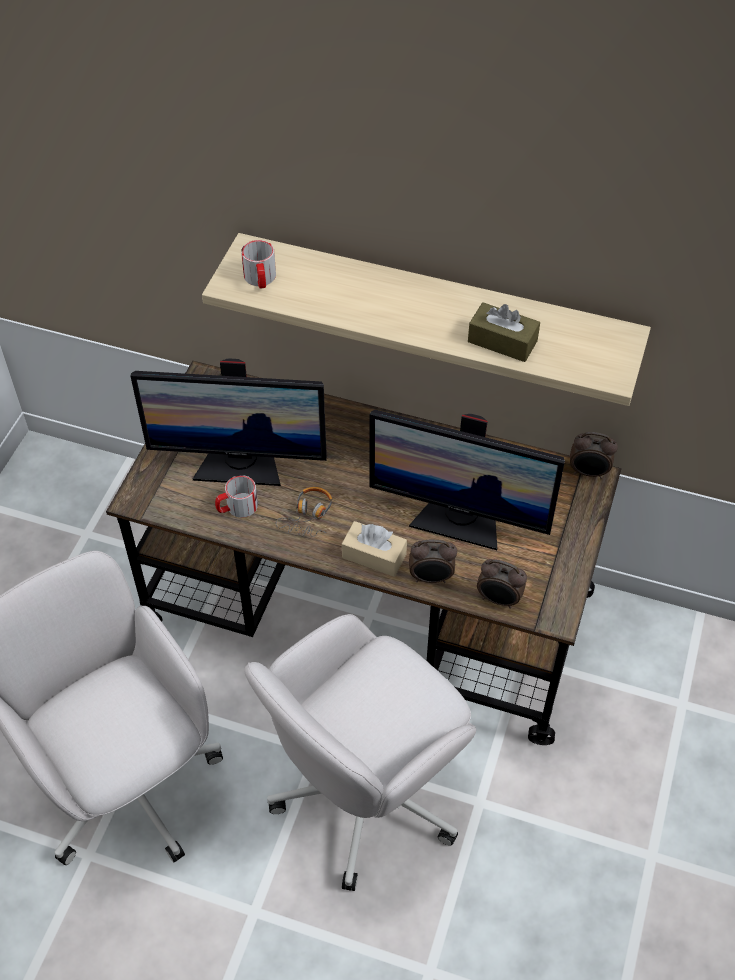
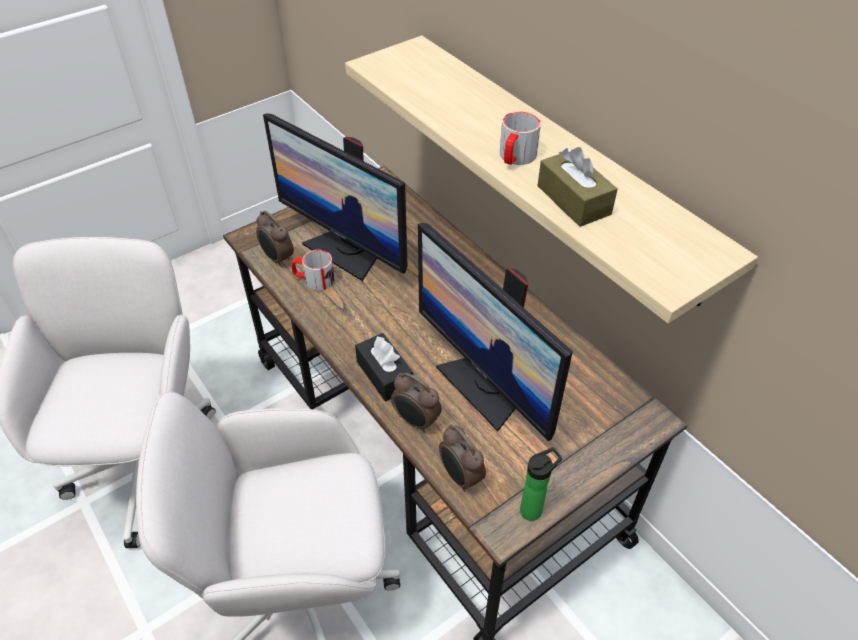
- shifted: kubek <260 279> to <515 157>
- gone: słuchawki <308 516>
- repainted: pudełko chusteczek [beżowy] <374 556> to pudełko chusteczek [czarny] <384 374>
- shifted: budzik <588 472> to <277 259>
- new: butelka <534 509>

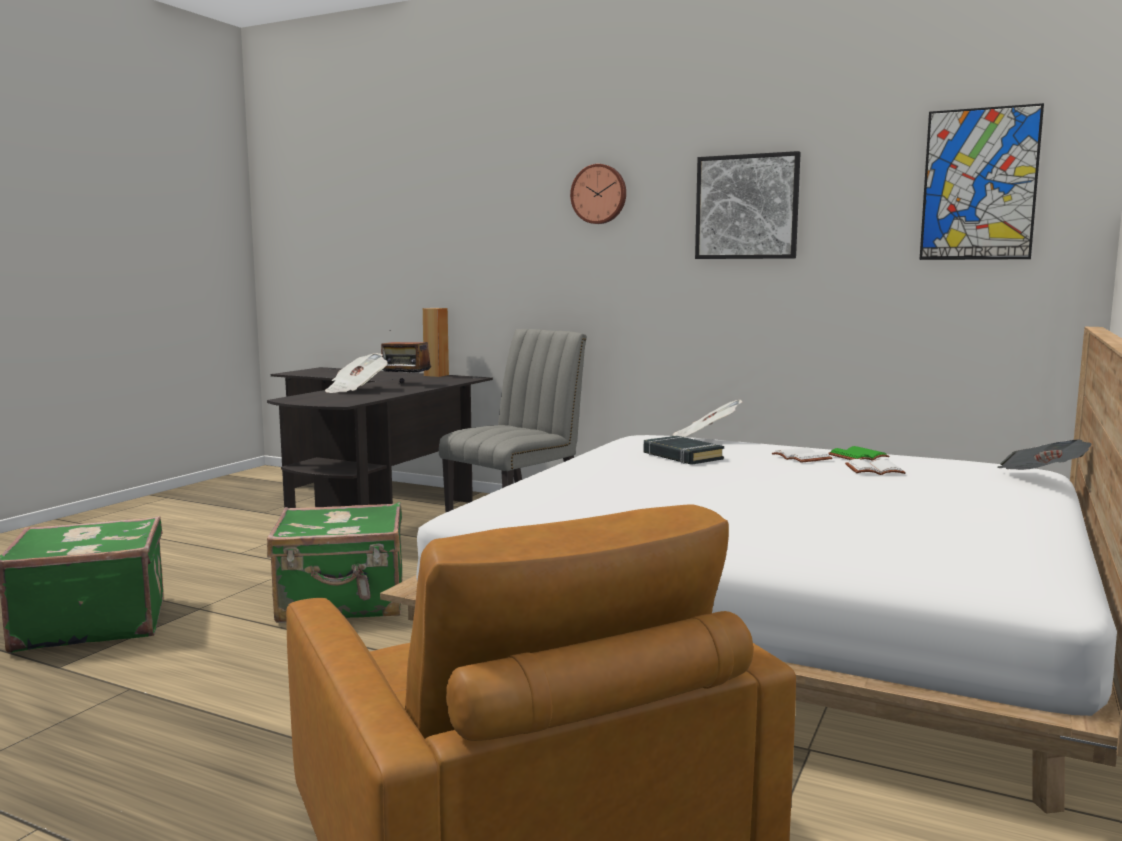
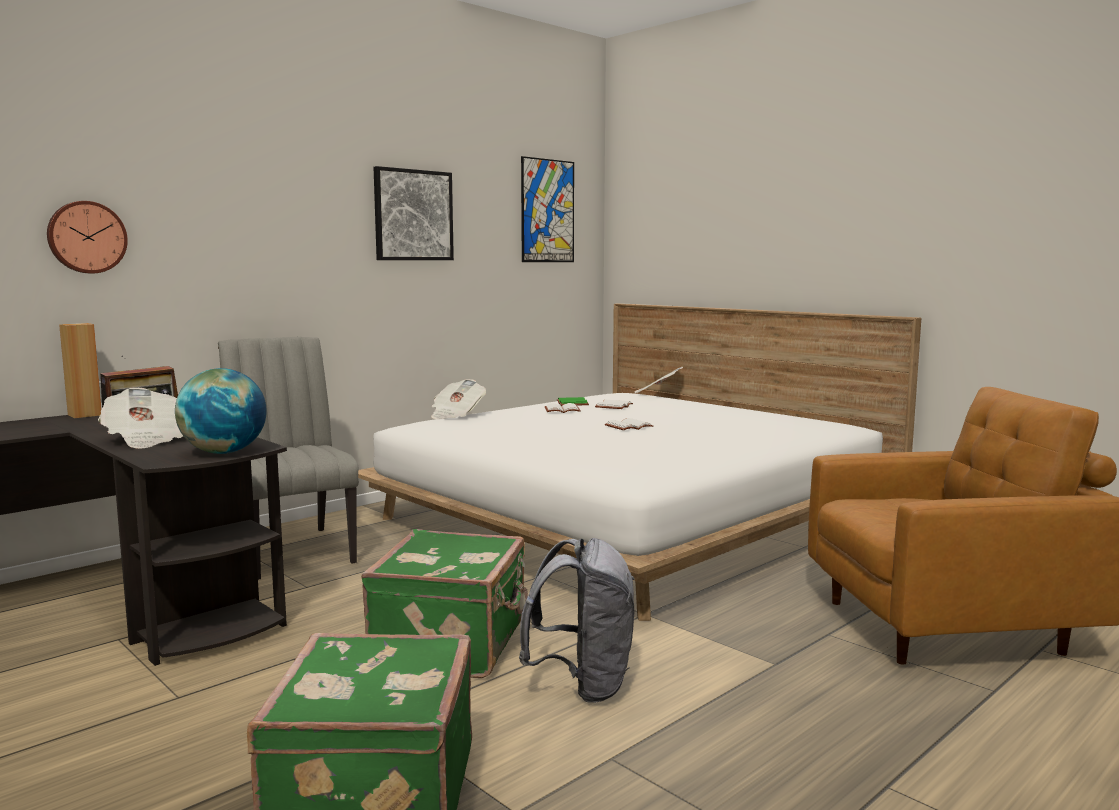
- shifted: zegar ścienny <599 194> to <86 237>
- gone: książka [czarny] <682 456>
- new: globus <224 452>
- new: plecak [szary] <583 685>
- new: książka [biały] <629 427>

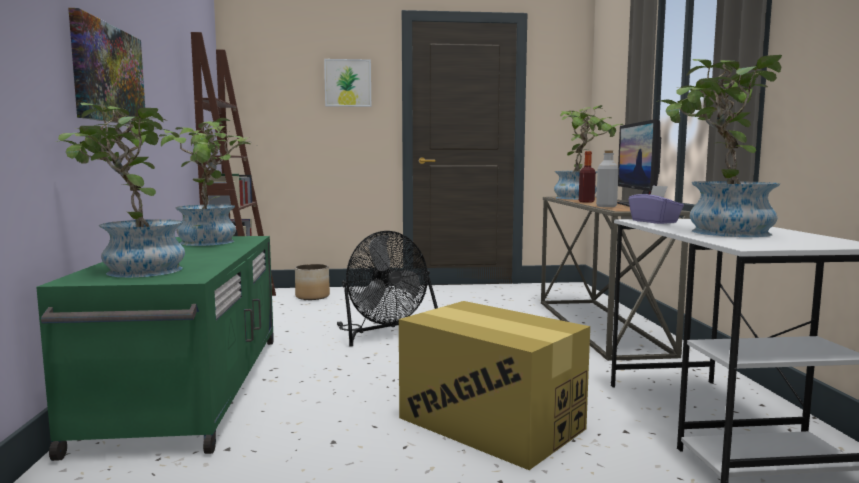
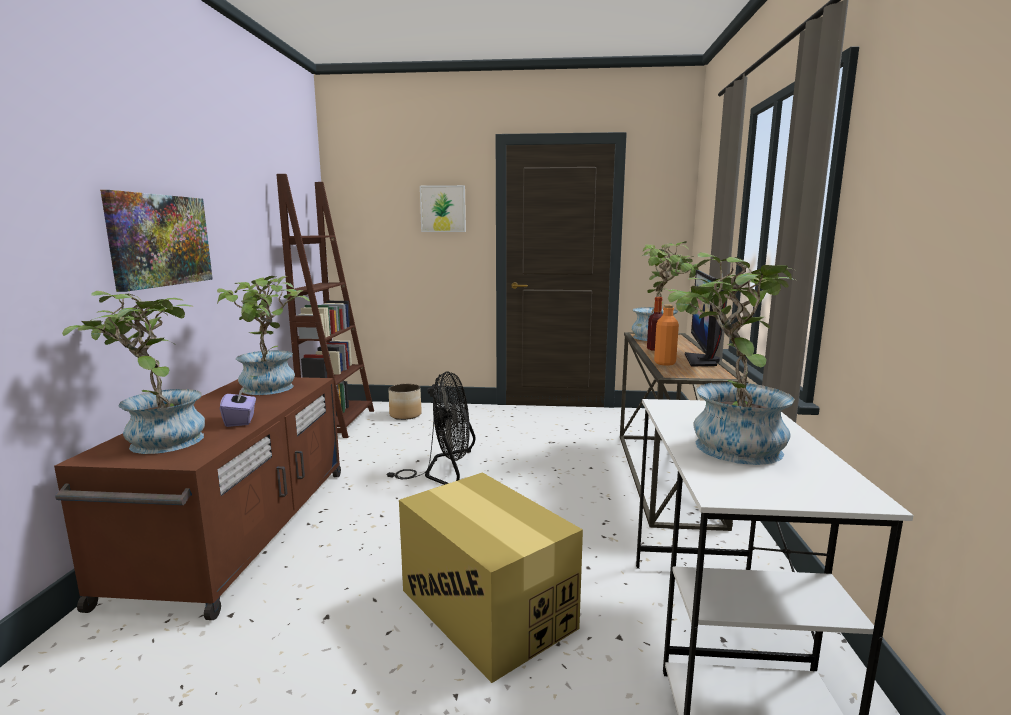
- repainted: szafka [zielony] <191 387> to szafka [brązowy] <241 528>
- rotated: wentylator [czarny] <380 333> = <443 469> 60 degrees counterclockwise
- repainted: butelka [szary] <606 206> to butelka [pomarańczowy] <664 363>
- shifted: pudełko chusteczek [fioletowy] <654 222> to <240 420>

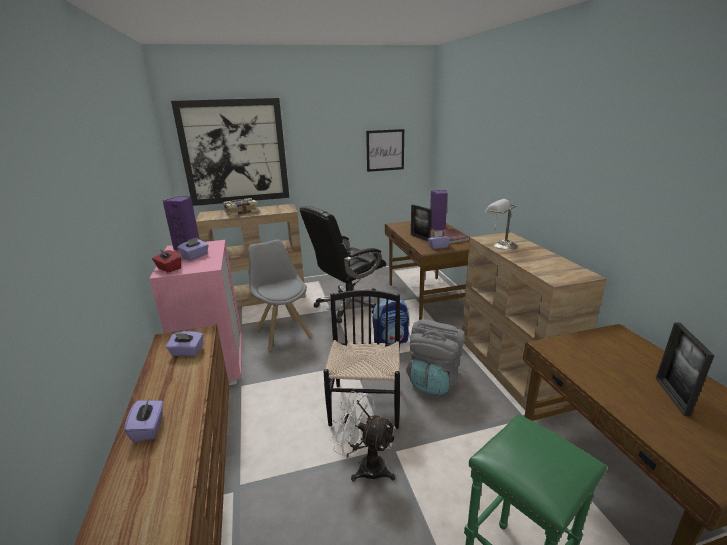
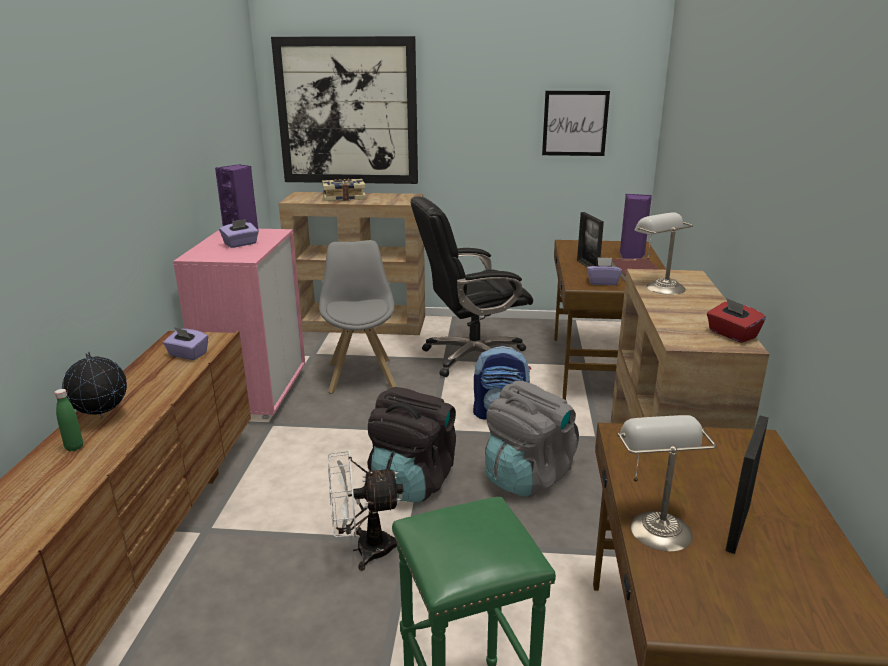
- swapped: pudełko chusteczek [fioletowy] <149 428> to globus <102 417>
- shifted: pudełko chusteczek [czerwony] <168 268> to <731 334>
- swapped: krzesło [czarny] <366 403> to plecak [czarny] <412 481>
- rotated: wentylator [biały] <365 466> = <364 549> 60 degrees counterclockwise
- new: butelka [zielony] <74 447>
- new: lampa stołowa [biały] <654 522>

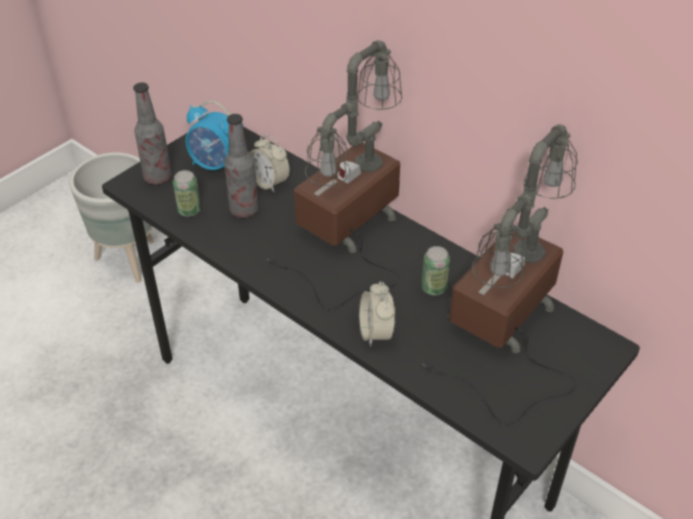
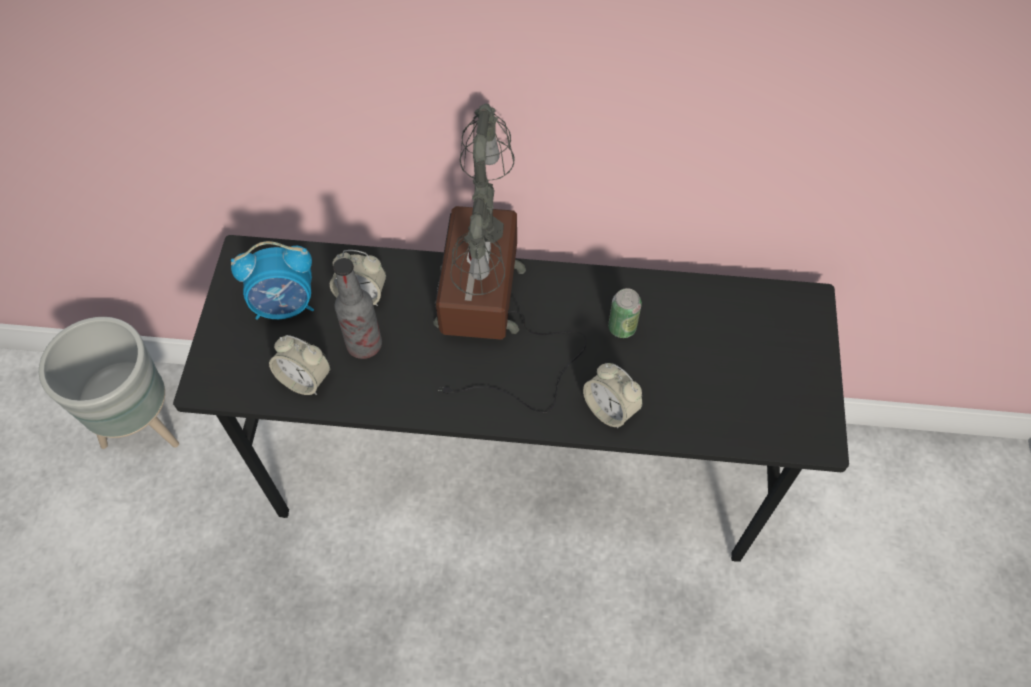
- gone: butelka <158 177>
- swapped: puszka <189 210> to budzik <305 379>
- gone: lampa stołowa <503 329>

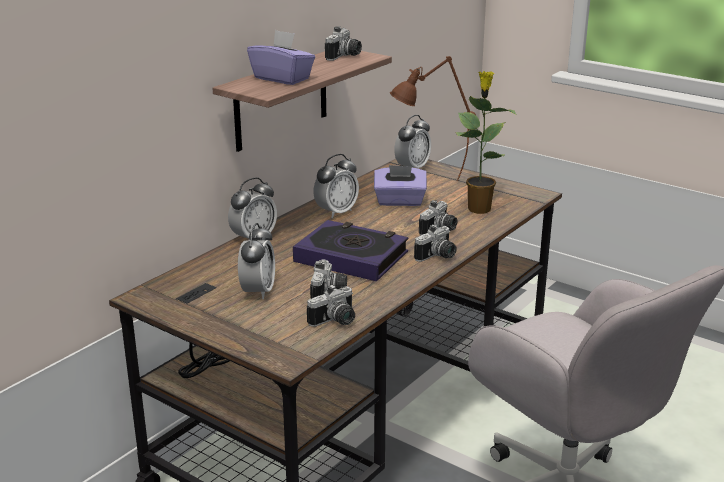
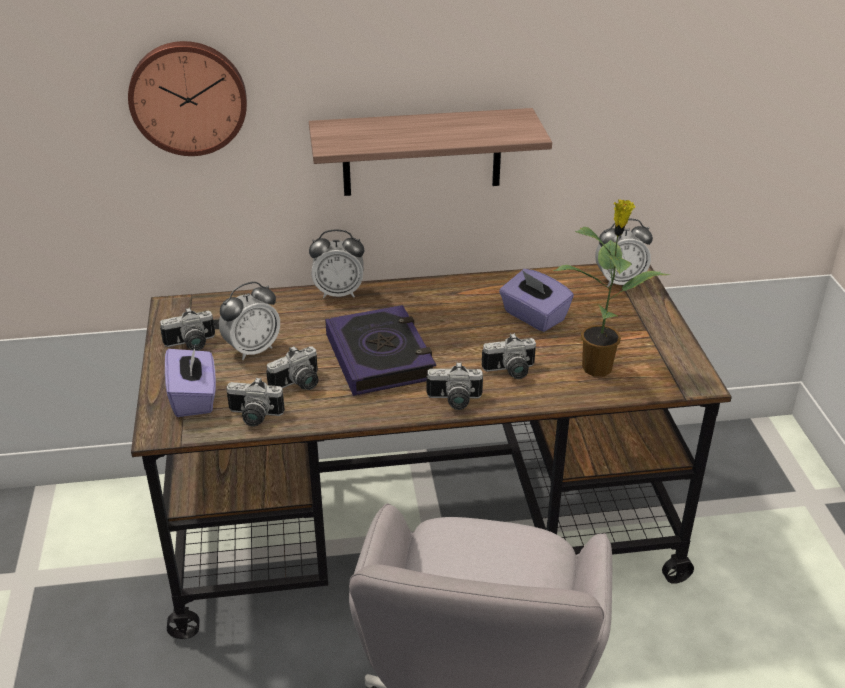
- shifted: pudełko chusteczek [fioletowy] <282 78> to <194 398>
- gone: budzik <336 212>
- shifted: aparat fotograficzny <345 56> to <191 345>
- gone: lampa stołowa [brązowy] <430 185>
- new: zegar ścienny <188 97>

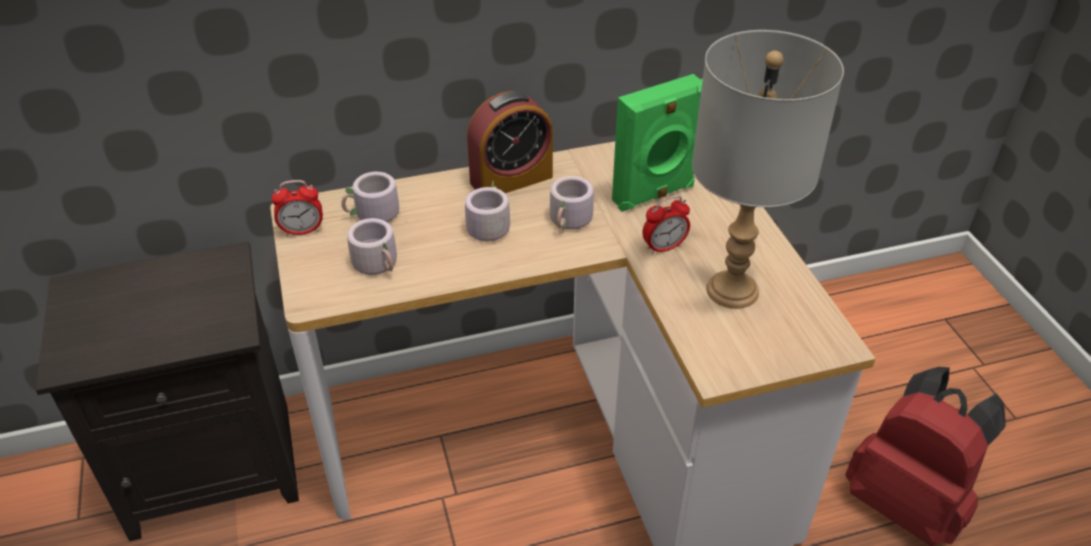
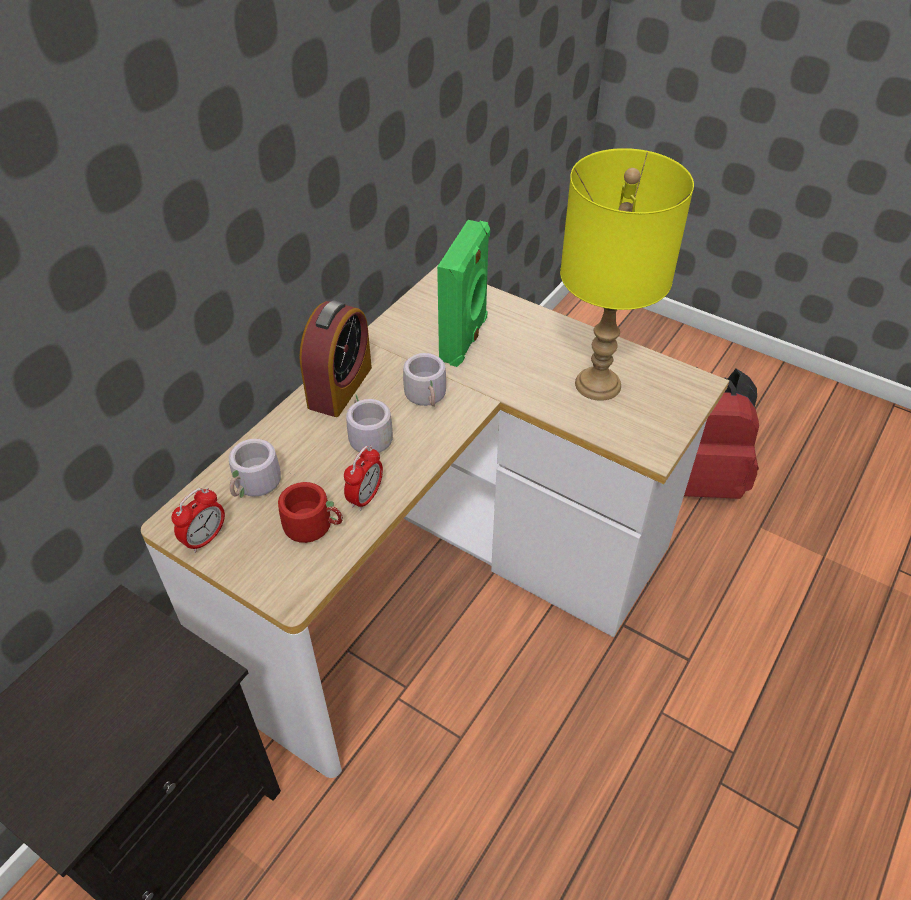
- repainted: kubek [szary] <380 264> to kubek [czerwony] <314 524>
- shifted: budzik <664 247> to <365 497>
- repainted: lampa stołowa [szary] <731 290> to lampa stołowa [żółty] <597 384>

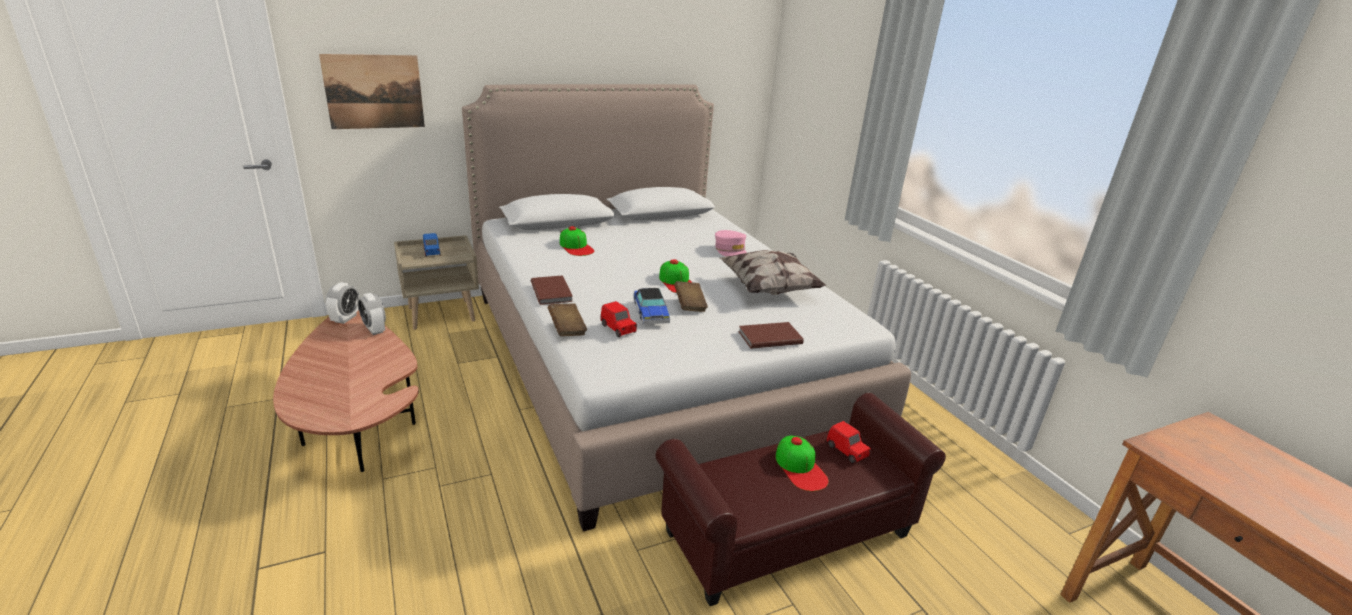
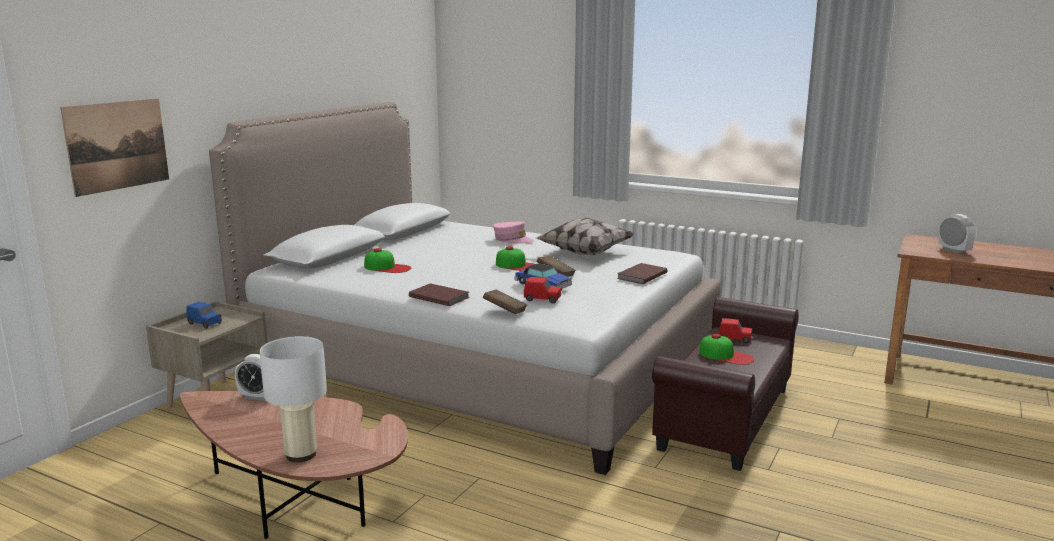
- shifted: budzik <346 318> to <954 250>
- new: lampa stołowa [biały] <302 454>

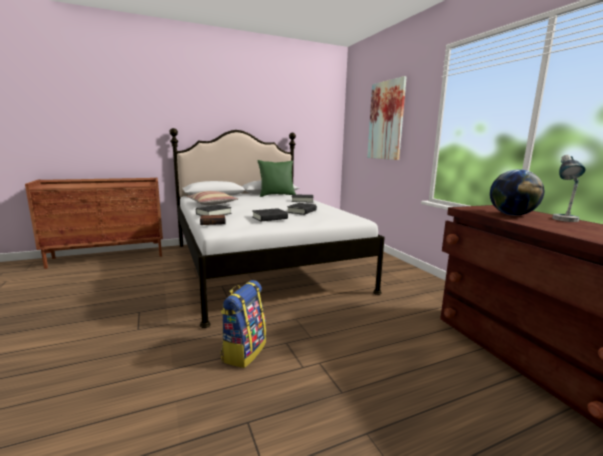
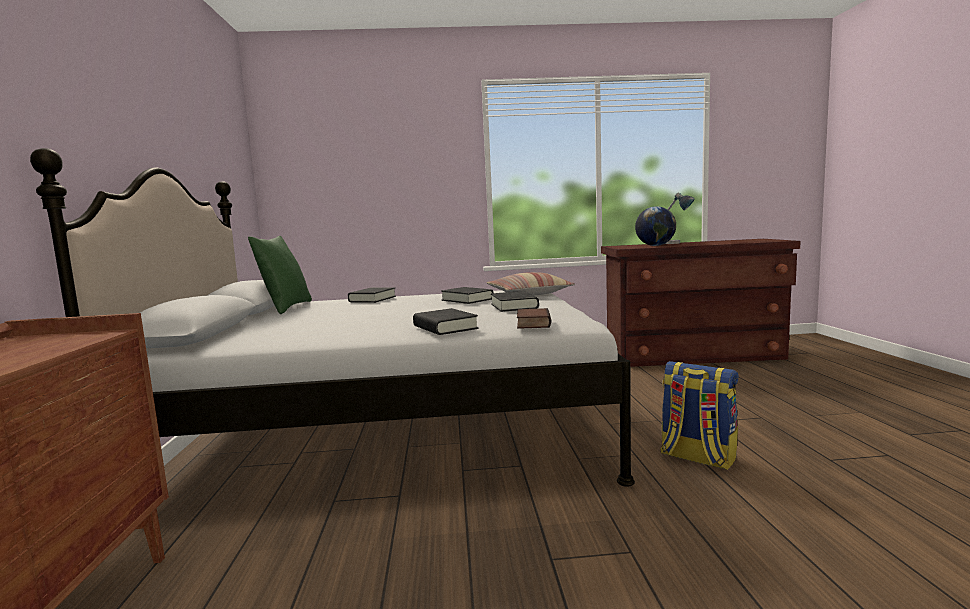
- shifted: poduszka <212 204> to <529 294>
- gone: obraz <386 120>

